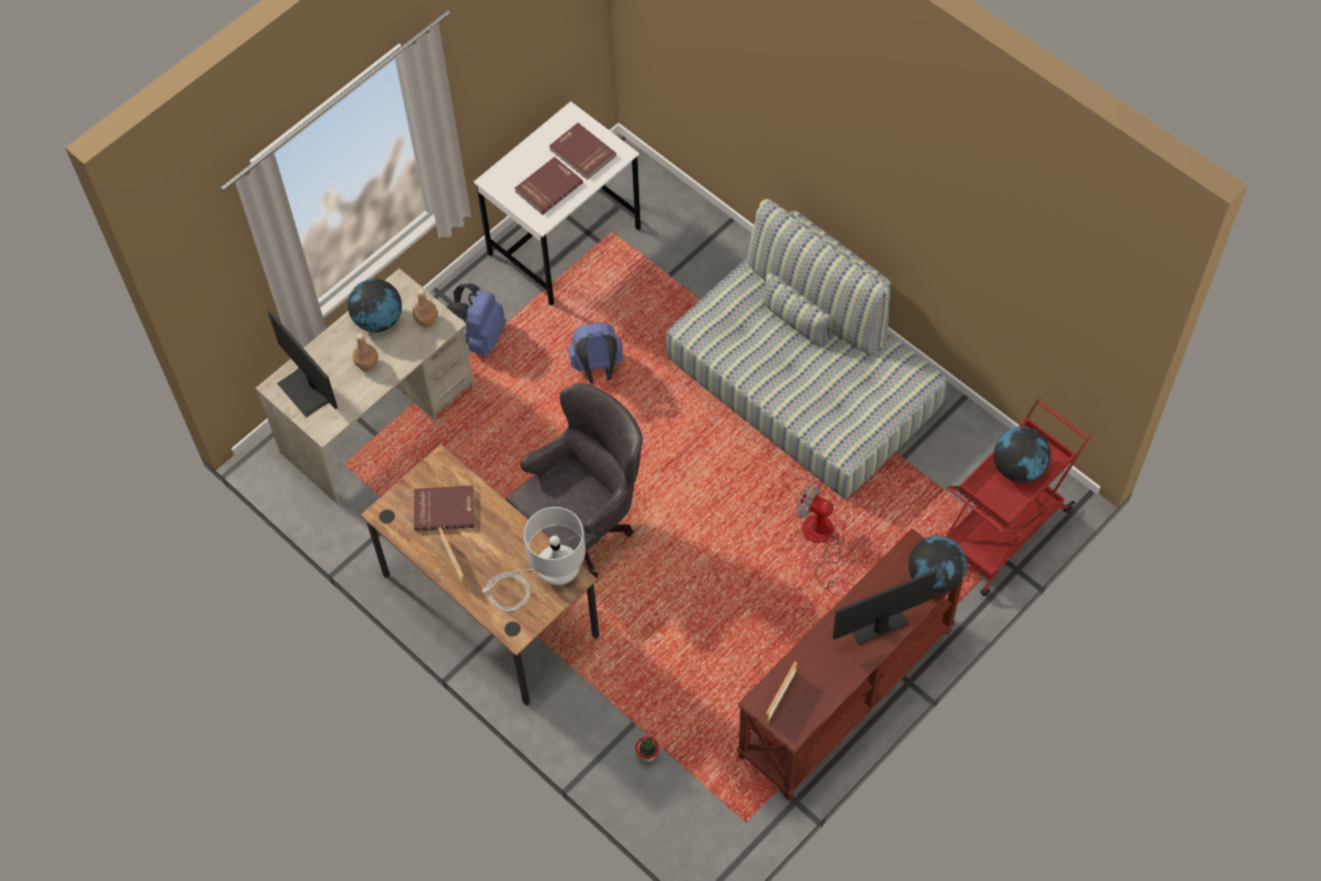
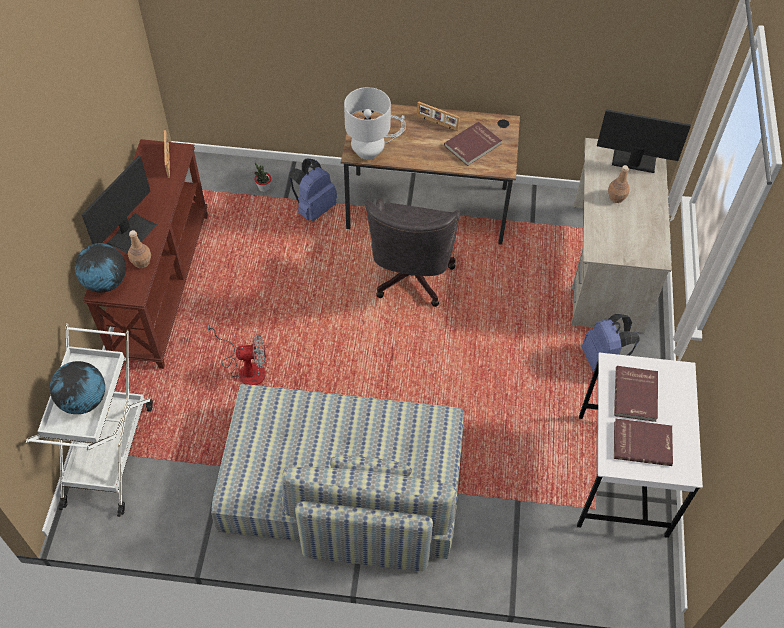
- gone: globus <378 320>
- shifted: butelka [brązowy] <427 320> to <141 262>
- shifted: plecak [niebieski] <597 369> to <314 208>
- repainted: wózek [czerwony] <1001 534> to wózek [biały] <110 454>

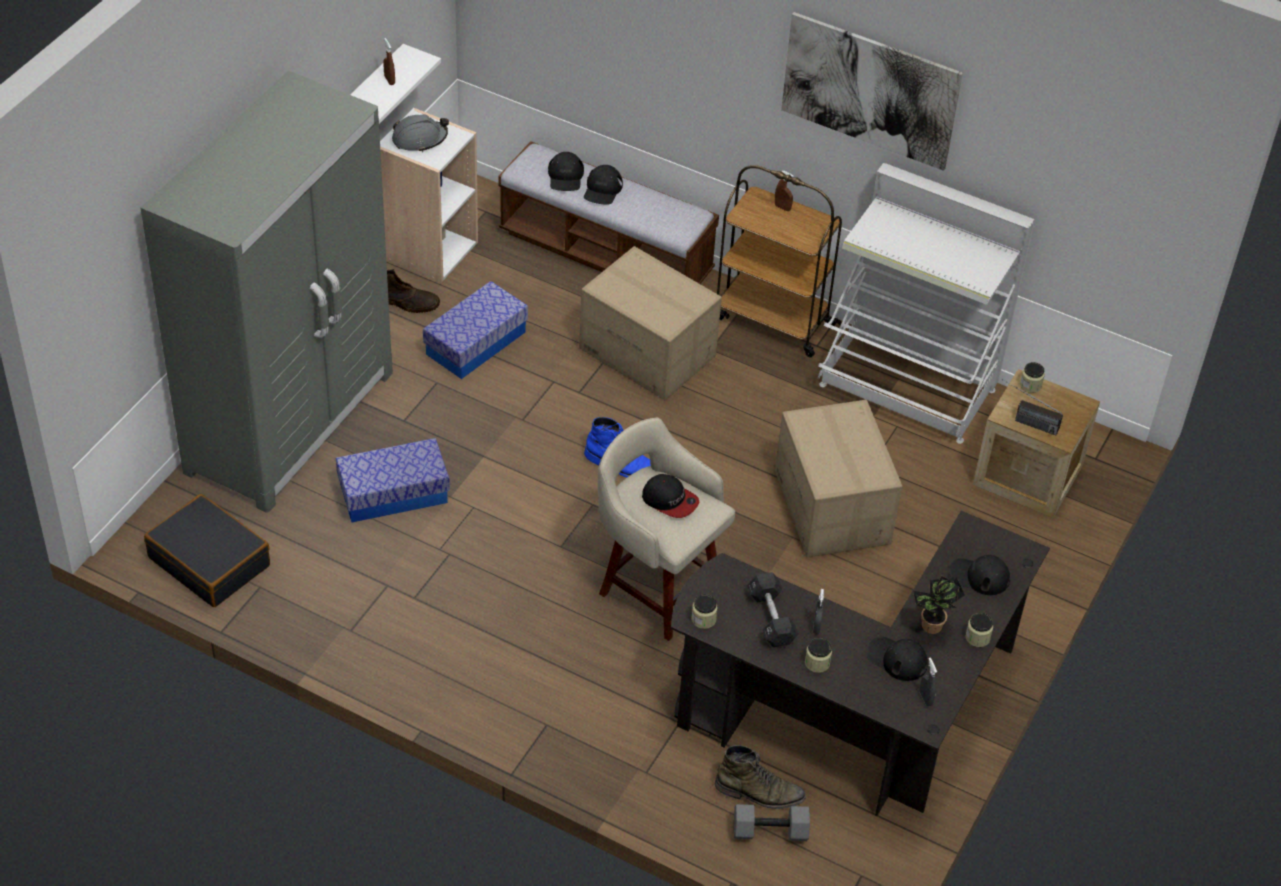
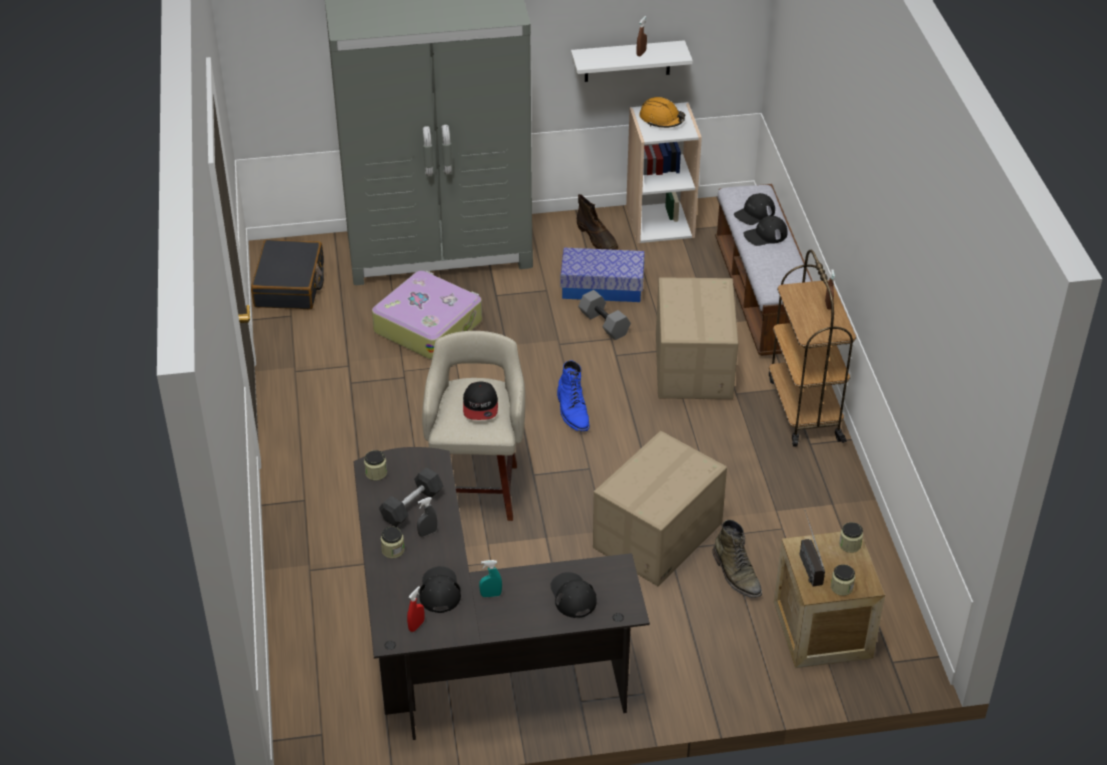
- swapped: pojemnik do przechowywania <393 493> to walizka <428 325>
- repainted: kask [szary] <419 139> to kask [pomarańczowy] <661 119>
- shifted: but z cholewką [zielony] <759 793> to <736 574>
- shifted: hantel [szary] <769 832> to <603 324>
- gone: obraz <870 90>
- gone: regał na buty [biały] <904 391>
- swapped: roślina doniczkowa <931 628> to spryskiwacz [turkusowy] <491 595>
- repainted: spryskiwacz [szary] <925 698> to spryskiwacz [czerwony] <416 625>
- shifted: słoik <977 637> to <841 587>

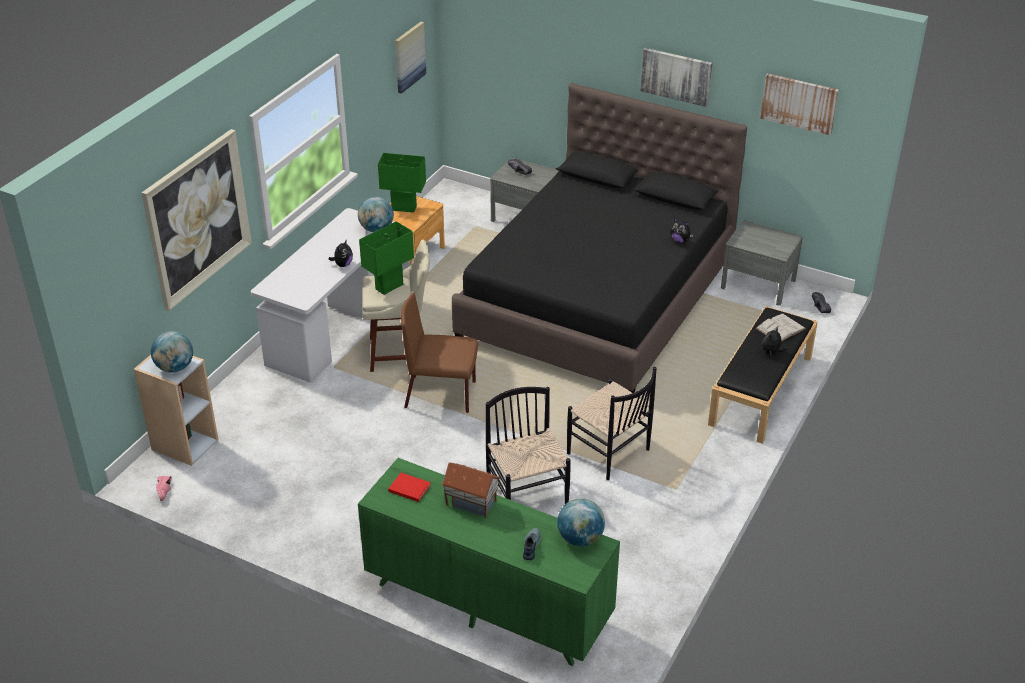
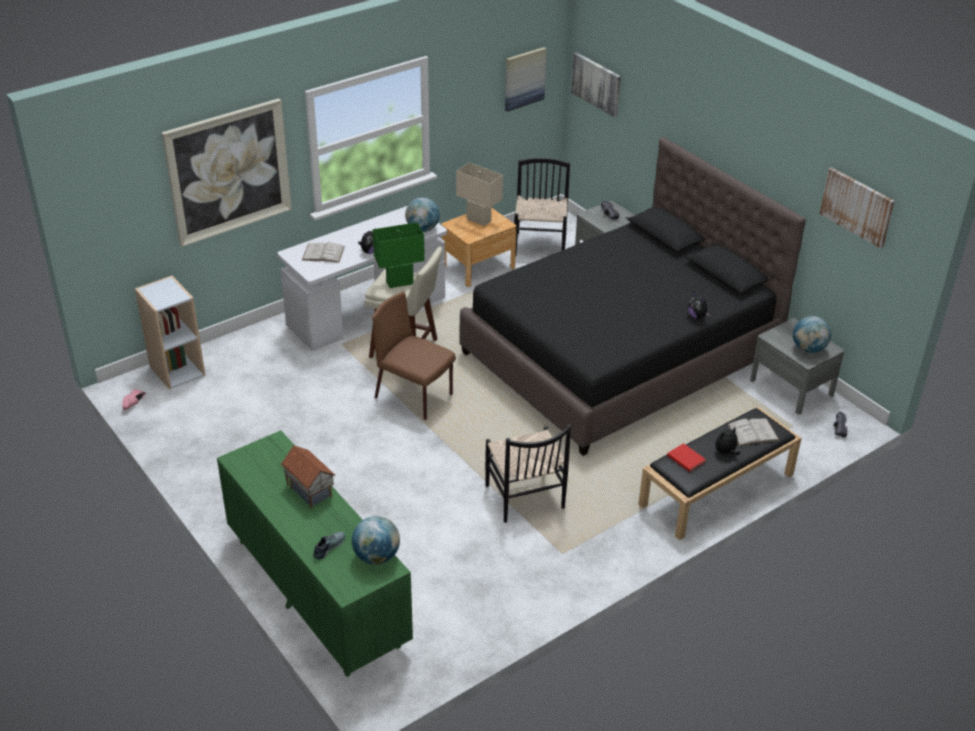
- shifted: globus <175 368> to <808 349>
- repainted: lampa stołowa [zielony] <404 208> to lampa stołowa [beżowy] <478 220>
- shifted: książka [czerwony] <409 488> to <685 458>
- shifted: krzesło [czarny] <526 493> to <540 244>
- shifted: obraz <676 76> to <597 84>
- new: książka [biały] <323 253>

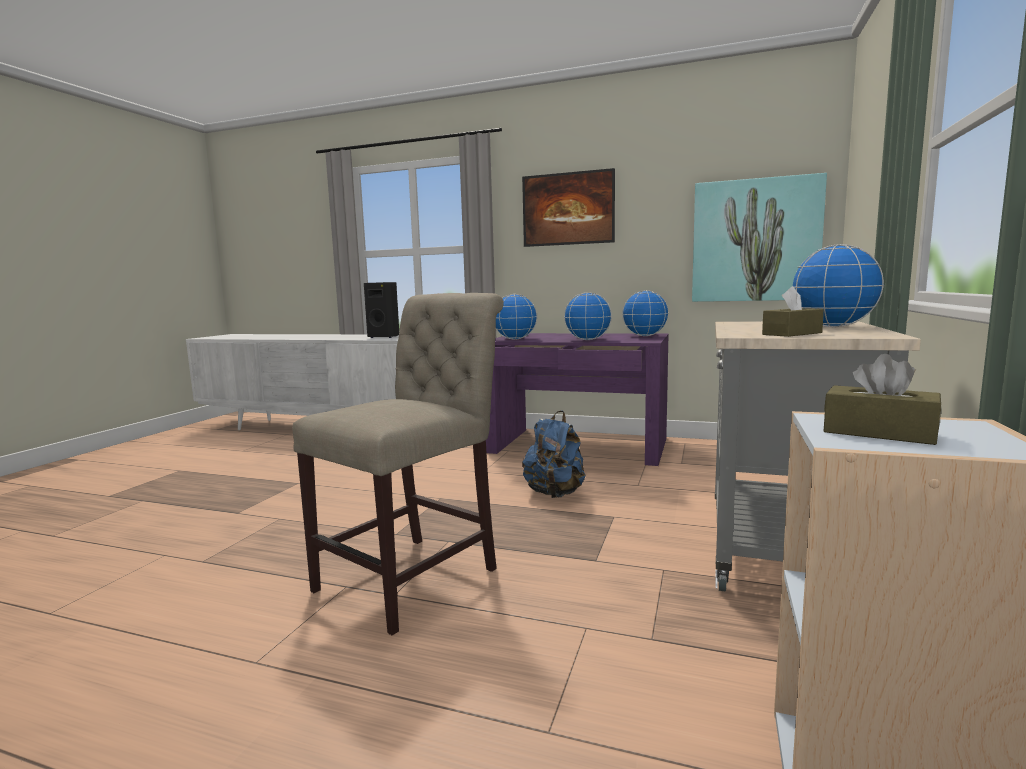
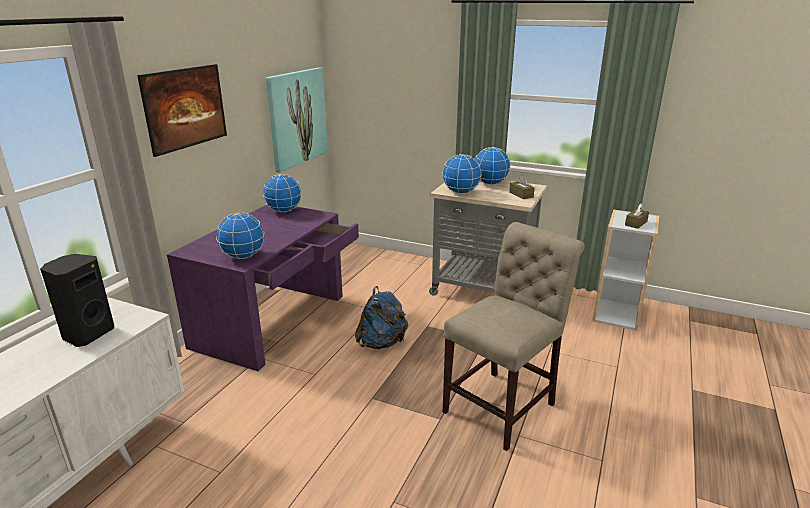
- rotated: krzesło [beżowy] <416 576> = <504 405> 90 degrees clockwise
- shifted: globus <588 340> to <461 192>

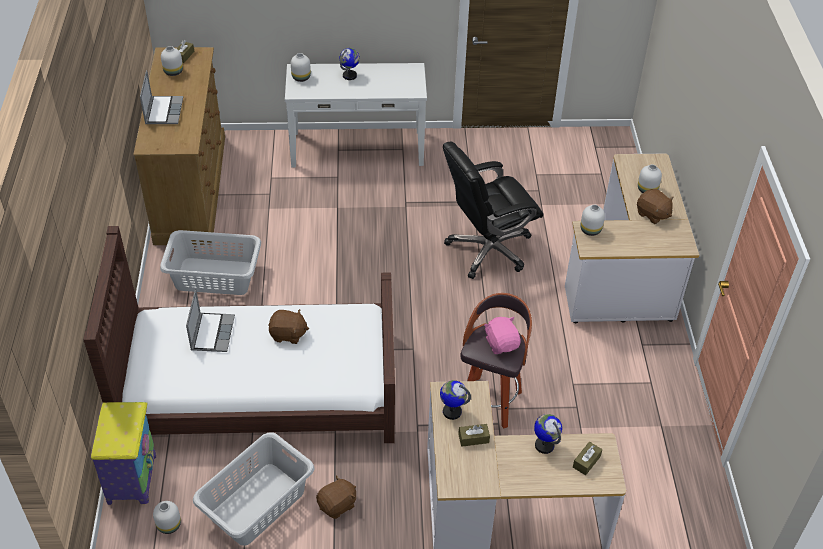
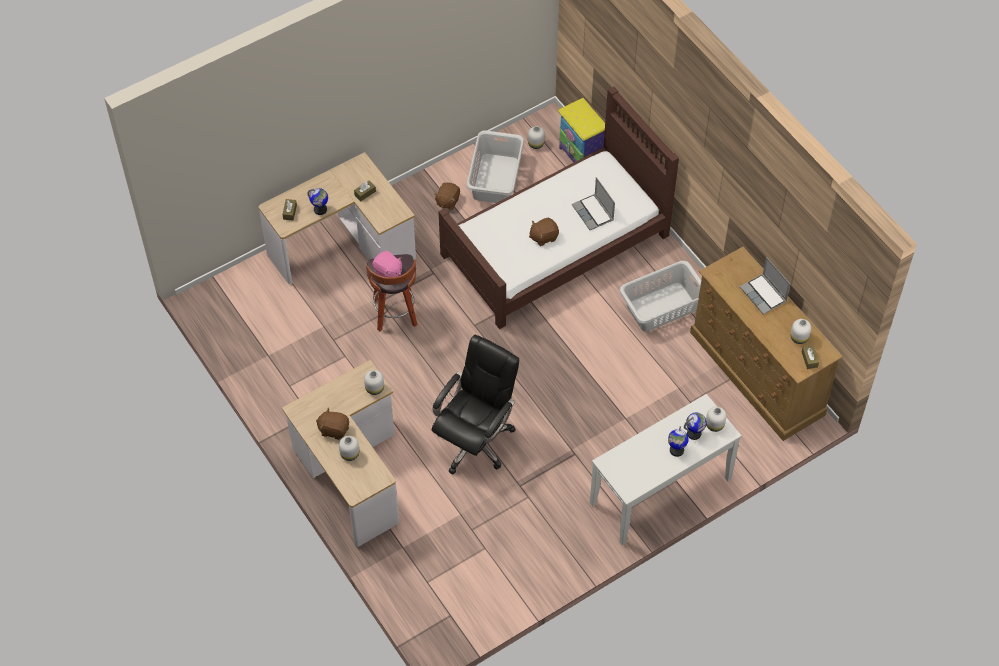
- shifted: globus <452 411> to <694 433>

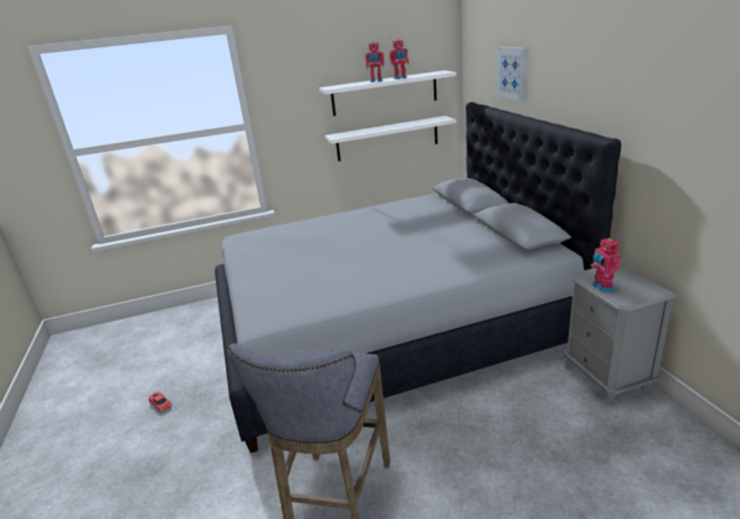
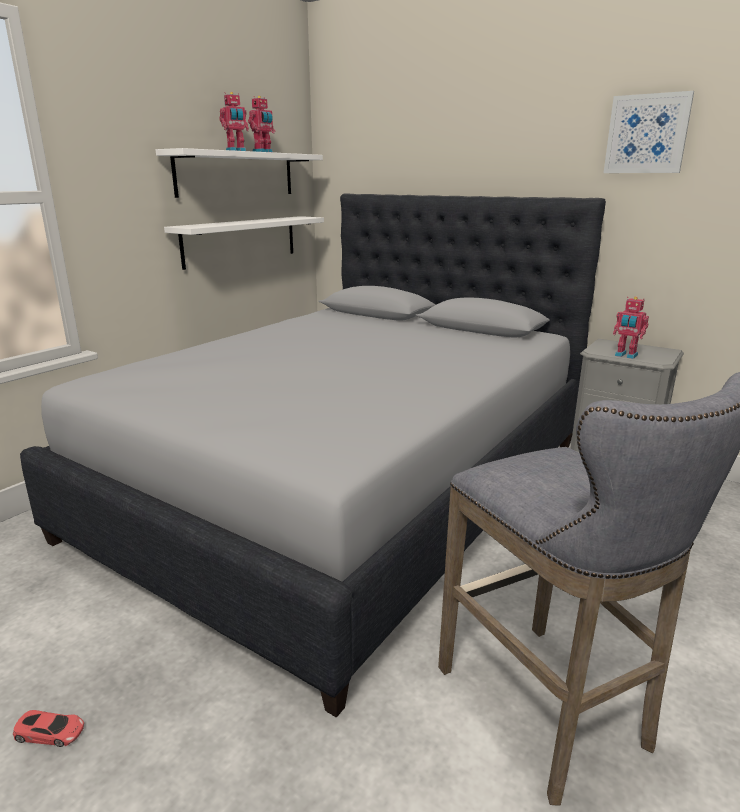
- shifted: obraz <512 73> to <647 134>

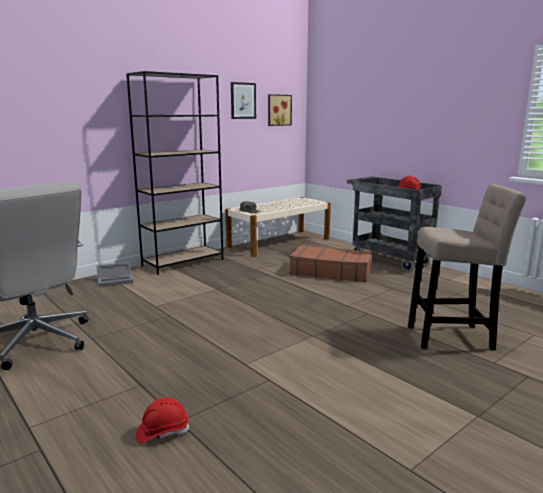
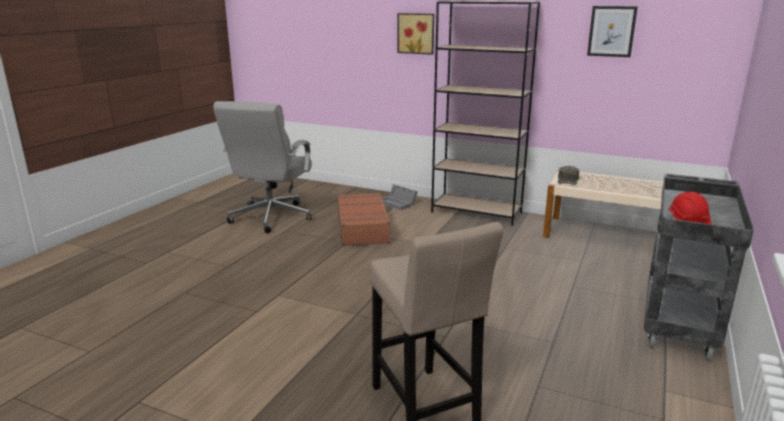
- gone: kask [czerwony] <162 432>
- shifted: obraz <278 110> to <416 33>
- shifted: walizka [brązowy] <330 272> to <363 228>

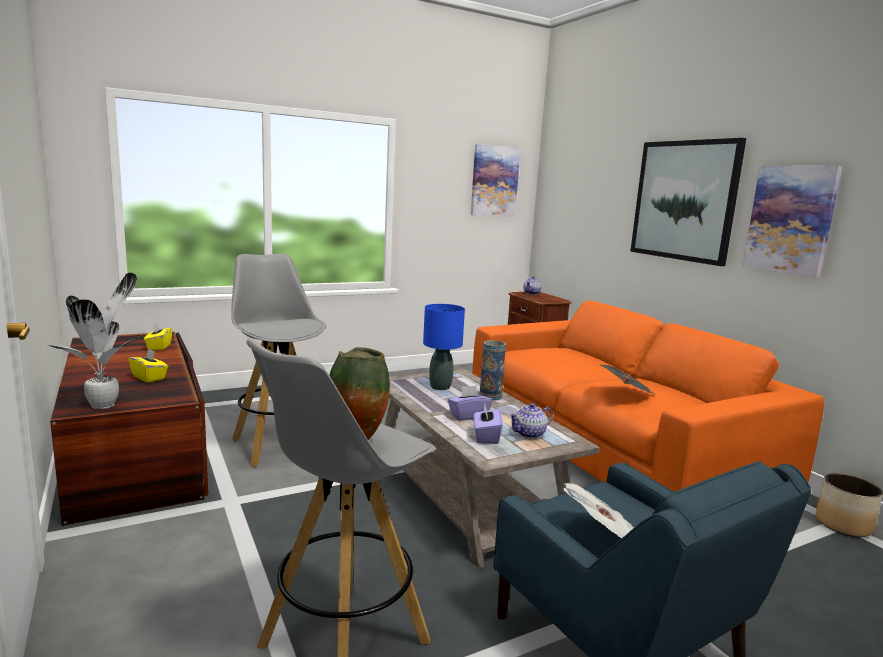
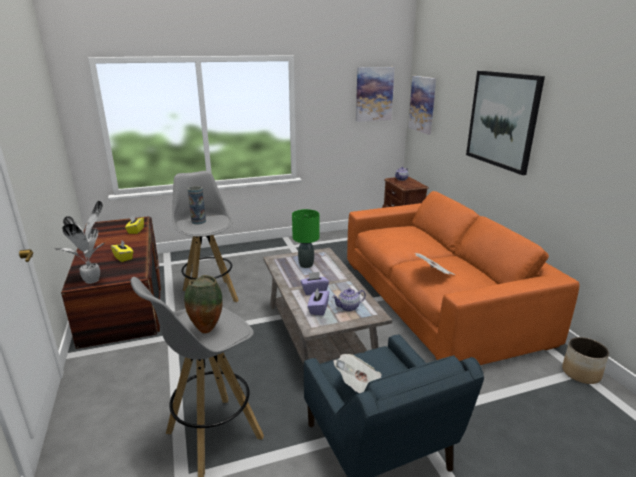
- repainted: lampa stołowa [niebieski] <440 387> to lampa stołowa [zielony] <306 265>
- shifted: wazon <490 396> to <198 221>
- shifted: obraz <790 219> to <422 104>

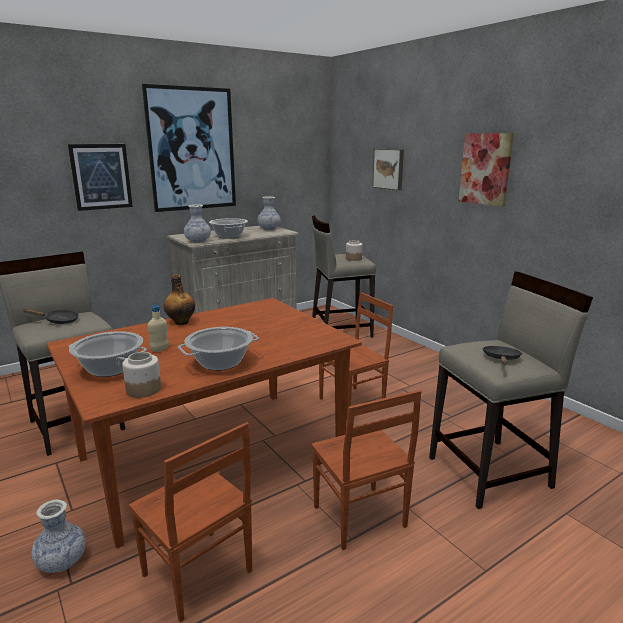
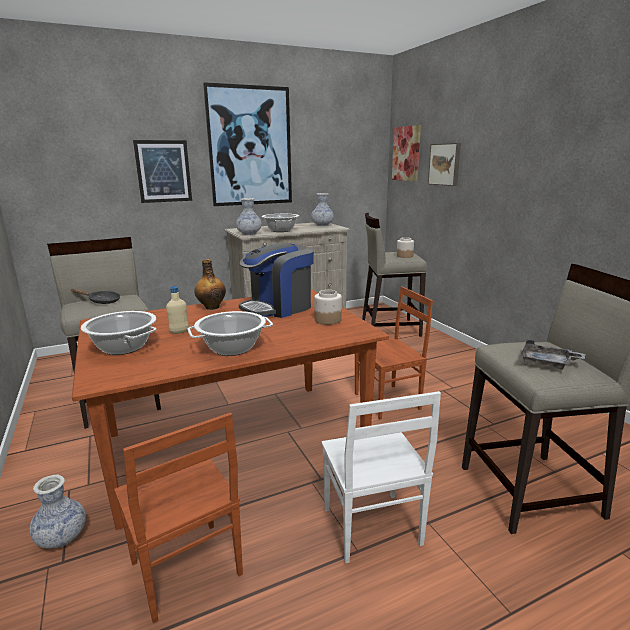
- shifted: słoik <143 389> to <327 320>
- repainted: krzesło [brązowy] <359 518> to krzesło [biały] <371 528>
- shifted: obraz <485 169> to <406 154>
- swapped: patelnia [czarny] <501 359> to taca [szary] <547 363>
- new: ekspres do kawy <278 307>

